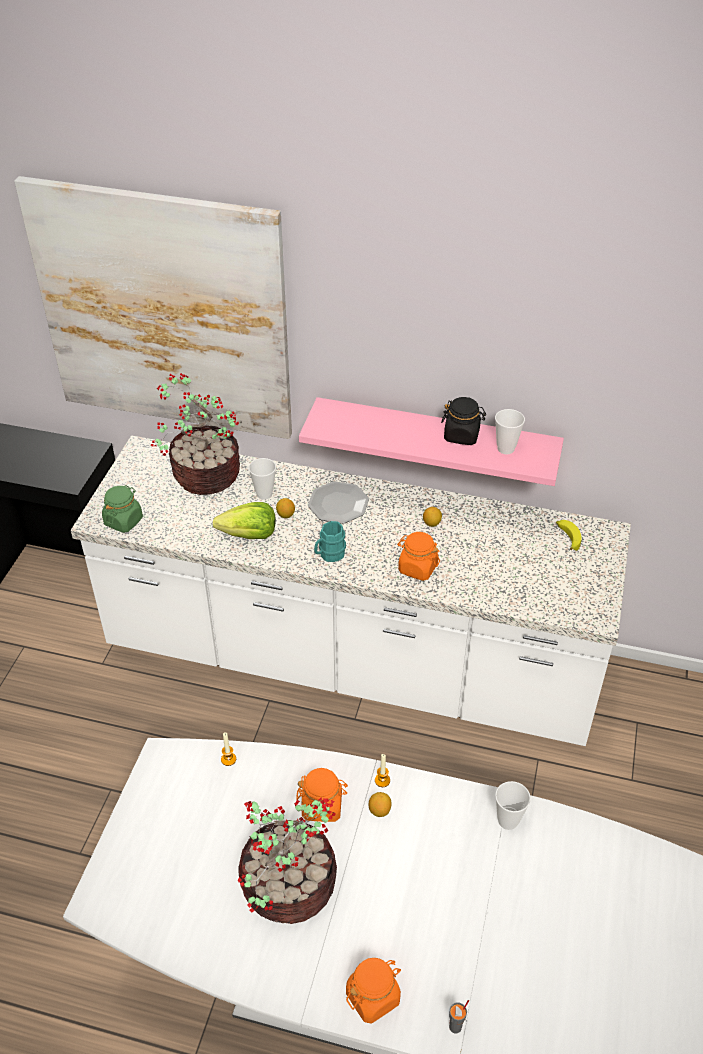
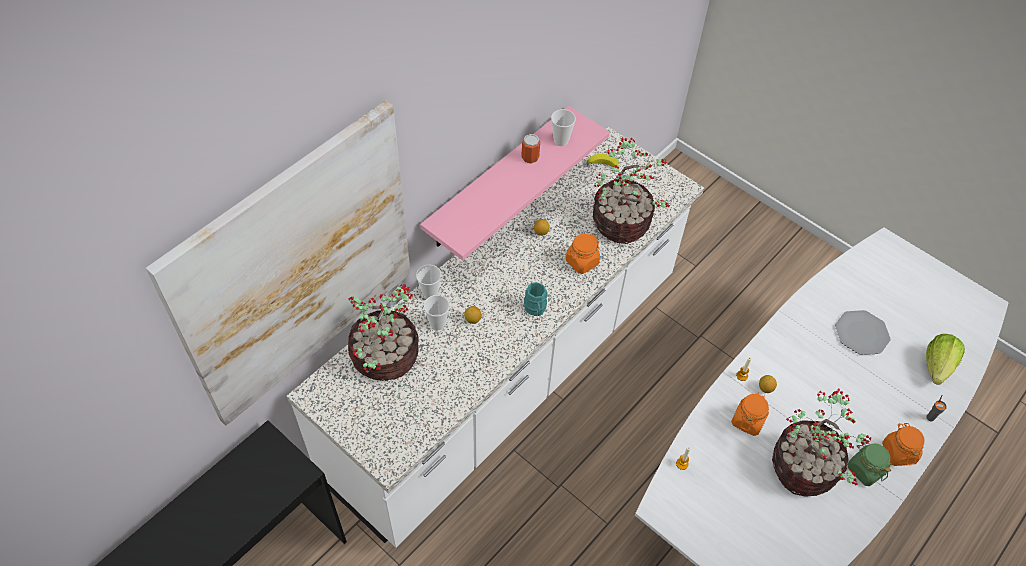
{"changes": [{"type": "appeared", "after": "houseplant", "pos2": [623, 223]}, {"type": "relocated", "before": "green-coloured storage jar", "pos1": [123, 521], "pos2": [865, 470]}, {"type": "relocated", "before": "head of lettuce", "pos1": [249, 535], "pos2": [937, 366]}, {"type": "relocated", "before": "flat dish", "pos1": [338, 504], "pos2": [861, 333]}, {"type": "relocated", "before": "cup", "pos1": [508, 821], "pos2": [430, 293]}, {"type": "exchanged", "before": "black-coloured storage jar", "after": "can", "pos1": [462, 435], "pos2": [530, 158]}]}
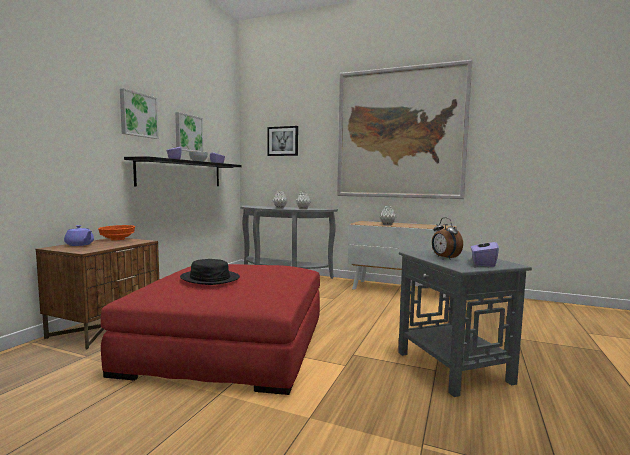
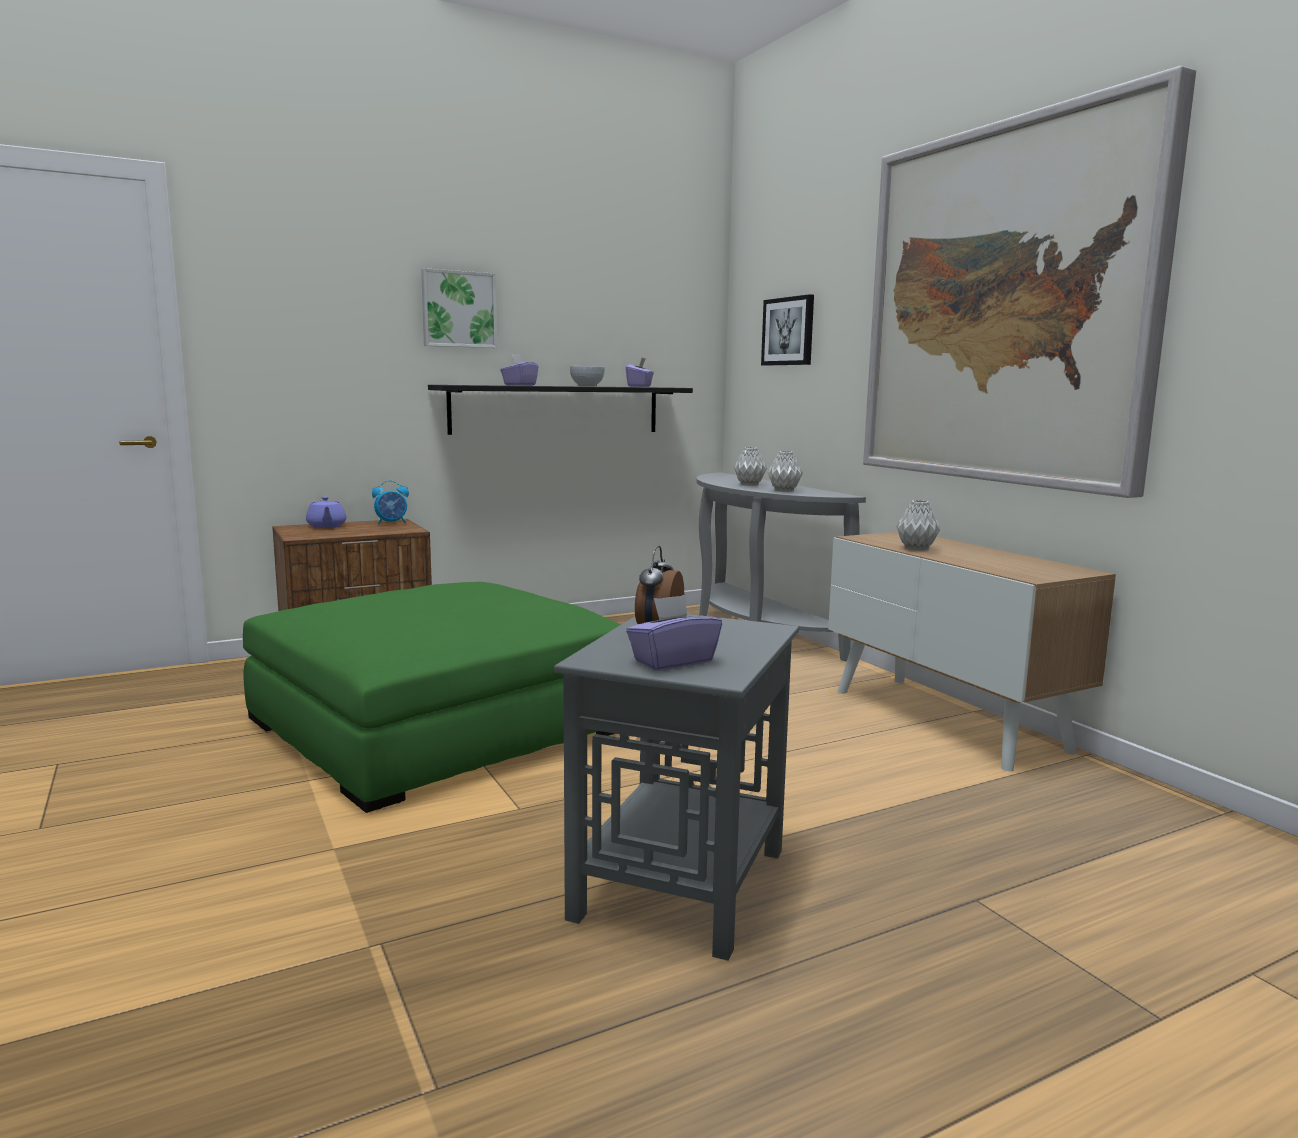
{"changes": [{"type": "missing", "before": "wall art", "pos1": [188, 133]}, {"type": "missing", "before": "black-coloured clothing hat", "pos1": [209, 278]}, {"type": "exchanged", "before": "orangey deep dish", "after": "bedside clock", "pos1": [117, 239], "pos2": [392, 523]}, {"type": "colour", "before": "red pouffe", "after": "green-coloured pouffe", "pos1": [230, 344], "pos2": [440, 725]}]}
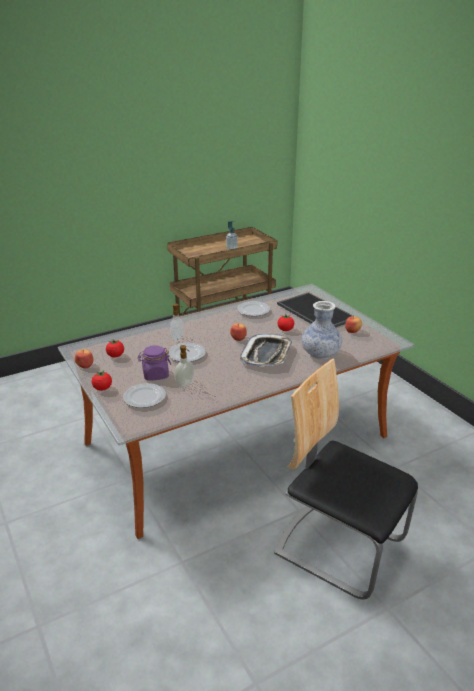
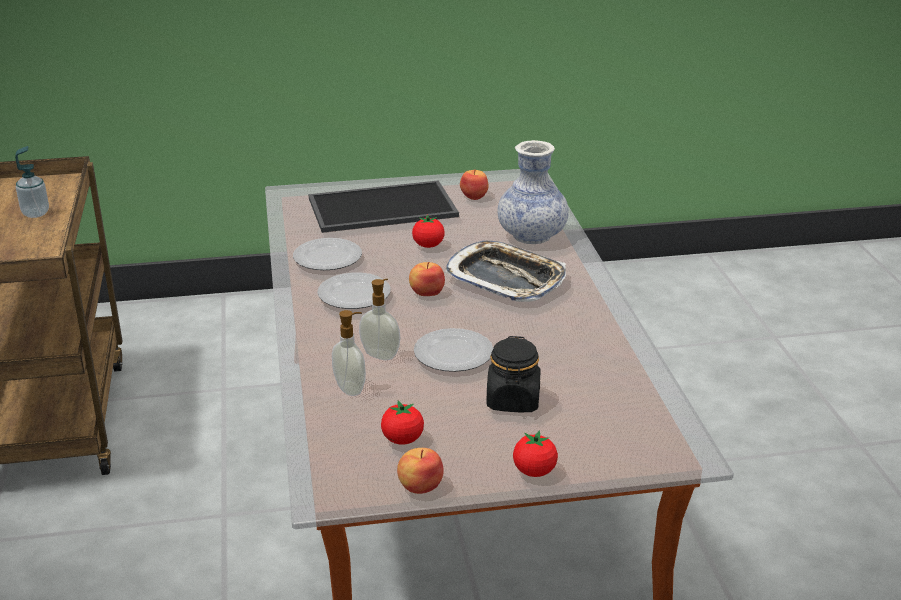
{"changes": [{"type": "missing", "before": "upright chair", "pos1": [340, 546]}, {"type": "relocated", "before": "flat dish", "pos1": [144, 398], "pos2": [355, 295]}, {"type": "relocated", "before": "soap dispenser", "pos1": [185, 384], "pos2": [351, 388]}, {"type": "colour", "before": "purple storage jar", "after": "black-coloured storage jar", "pos1": [155, 375], "pos2": [513, 400]}]}
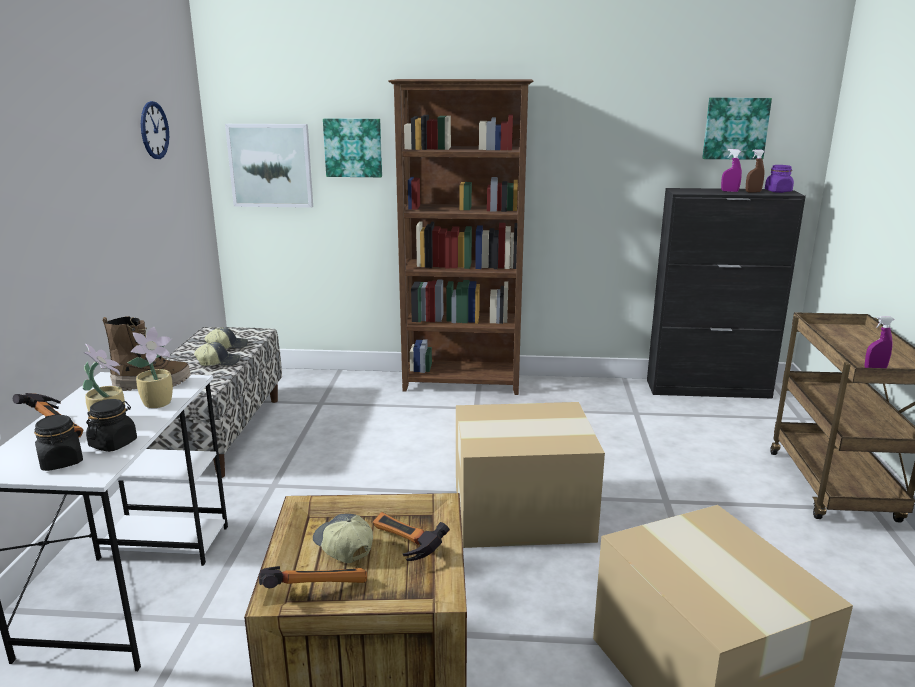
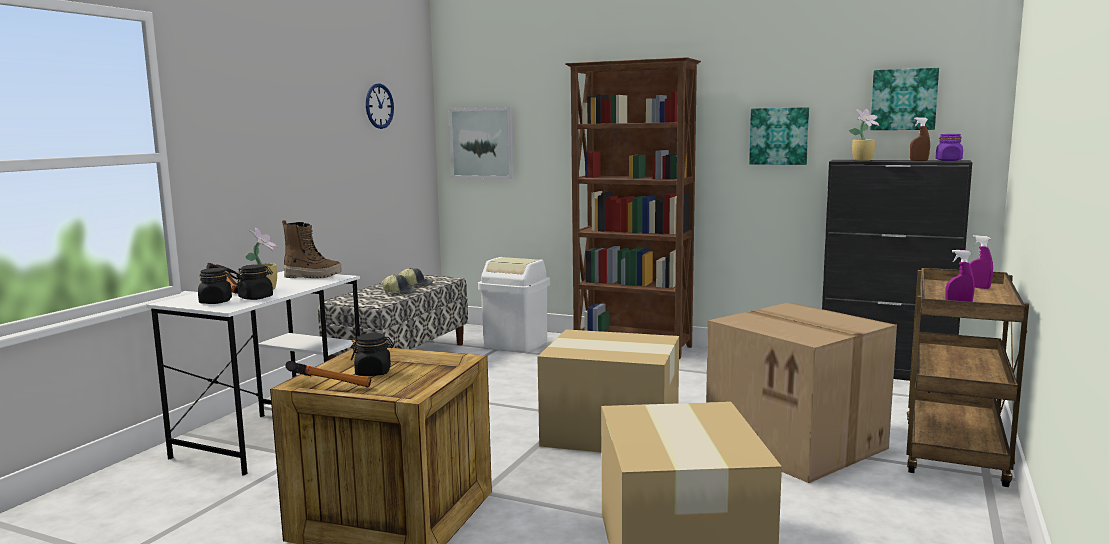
{"changes": [{"type": "missing", "before": "tool hammer", "pos1": [402, 548]}, {"type": "appeared", "after": "whitish trash can", "pos2": [516, 344]}, {"type": "appeared", "after": "packing box", "pos2": [798, 444]}, {"type": "relocated", "before": "houseplant", "pos1": [159, 403], "pos2": [863, 160]}, {"type": "relocated", "before": "wall art", "pos1": [353, 147], "pos2": [779, 136]}, {"type": "relocated", "before": "purple sprayer", "pos1": [729, 191], "pos2": [978, 287]}, {"type": "exchanged", "before": "cap", "after": "black-coloured storage jar", "pos1": [342, 546], "pos2": [373, 372]}]}
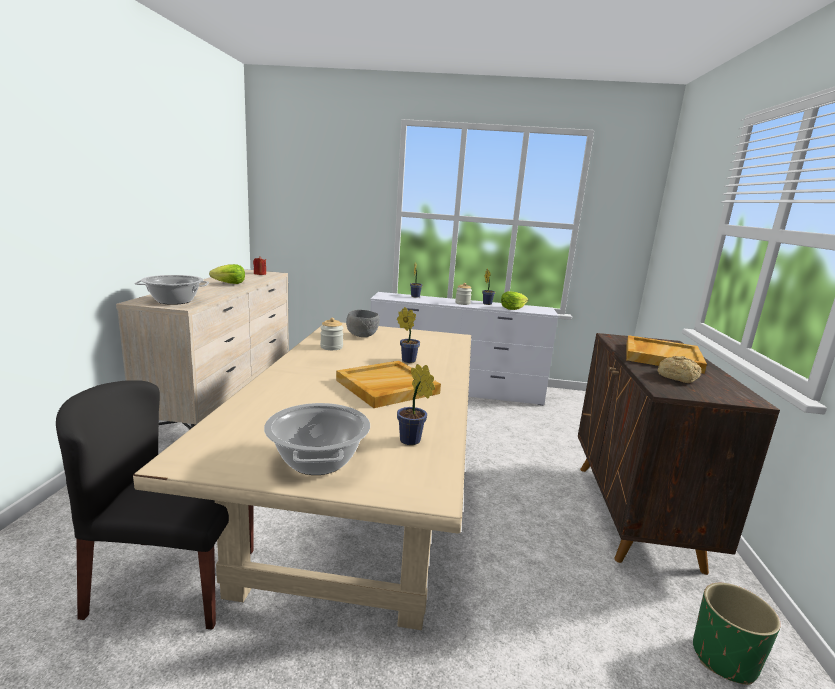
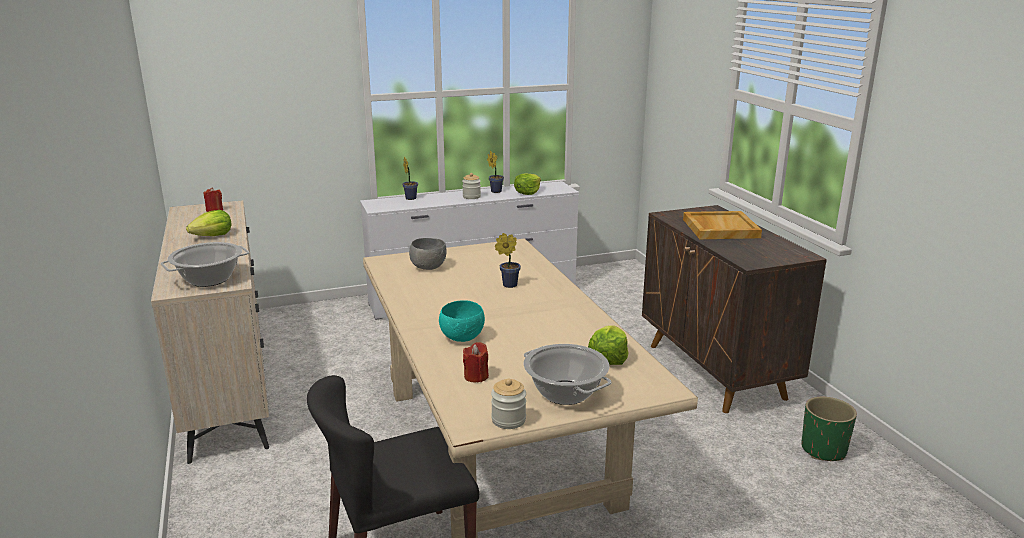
{"changes": [{"type": "missing", "before": "beige serving tray", "pos1": [387, 387]}, {"type": "missing", "before": "bakery bread", "pos1": [678, 377]}, {"type": "appeared", "after": "turquoise deep dish", "pos2": [463, 338]}, {"type": "appeared", "after": "red wax light", "pos2": [476, 376]}, {"type": "relocated", "before": "storage jar", "pos1": [331, 347], "pos2": [508, 420]}, {"type": "exchanged", "before": "houseplant", "after": "head of lettuce", "pos1": [412, 441], "pos2": [608, 358]}]}
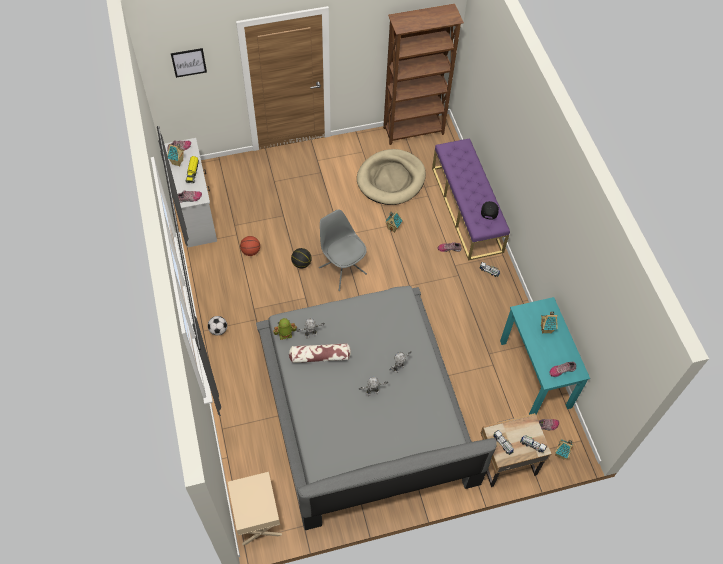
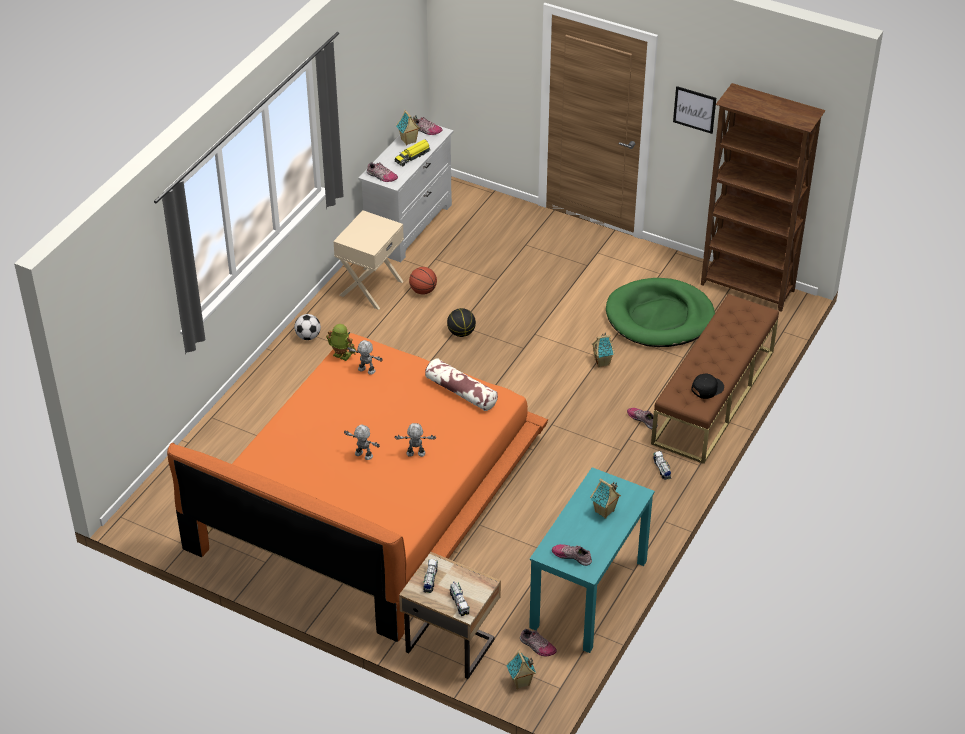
{"changes": [{"type": "missing", "before": "gray upright chair", "pos1": [342, 270]}, {"type": "relocated", "before": "wall art", "pos1": [189, 62], "pos2": [694, 109]}, {"type": "relocated", "before": "beige night table", "pos1": [257, 519], "pos2": [370, 288]}, {"type": "relocated", "before": "pillow", "pos1": [319, 356], "pos2": [461, 392]}, {"type": "colour", "before": "gray sleeping bed", "after": "orangey sleeping bed", "pos1": [365, 406], "pos2": [368, 494]}, {"type": "colour", "before": "beige dog bed", "after": "green-coloured dog bed", "pos1": [391, 179], "pos2": [659, 317]}, {"type": "colour", "before": "purple long seat", "after": "brown long seat", "pos1": [467, 209], "pos2": [713, 397]}]}
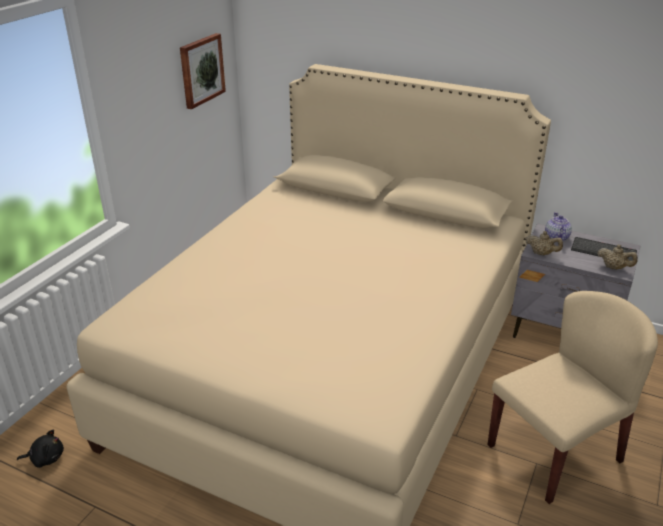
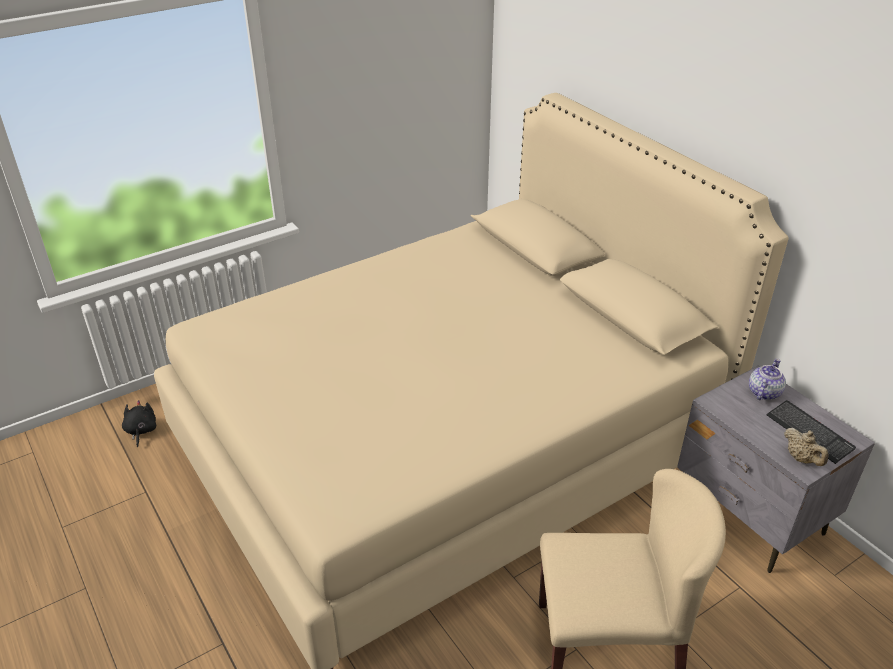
{"changes": [{"type": "missing", "before": "wall art", "pos1": [201, 70]}, {"type": "missing", "before": "beige teapot", "pos1": [541, 253]}, {"type": "spun", "before": "black-coloured plush toy", "pos1": [46, 458], "pos2": [141, 431], "turn": -120}]}
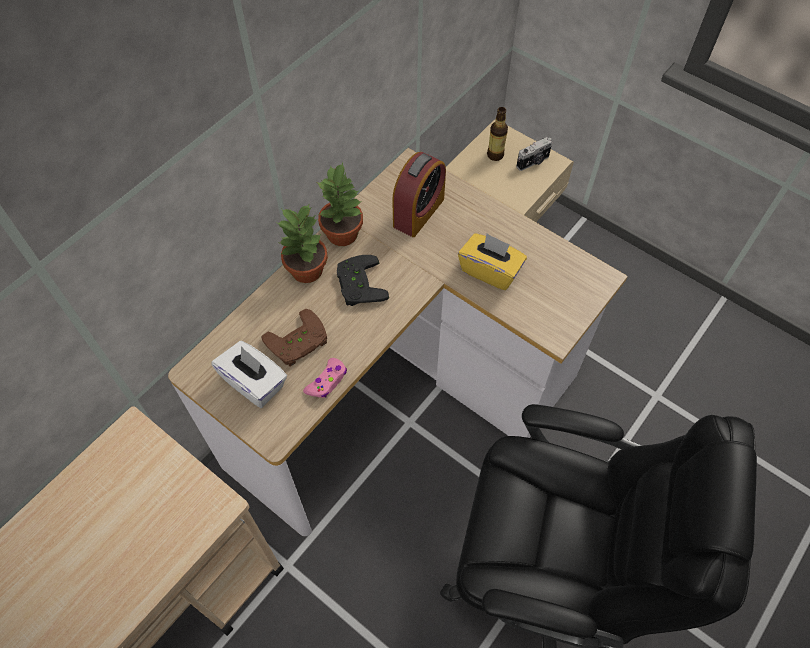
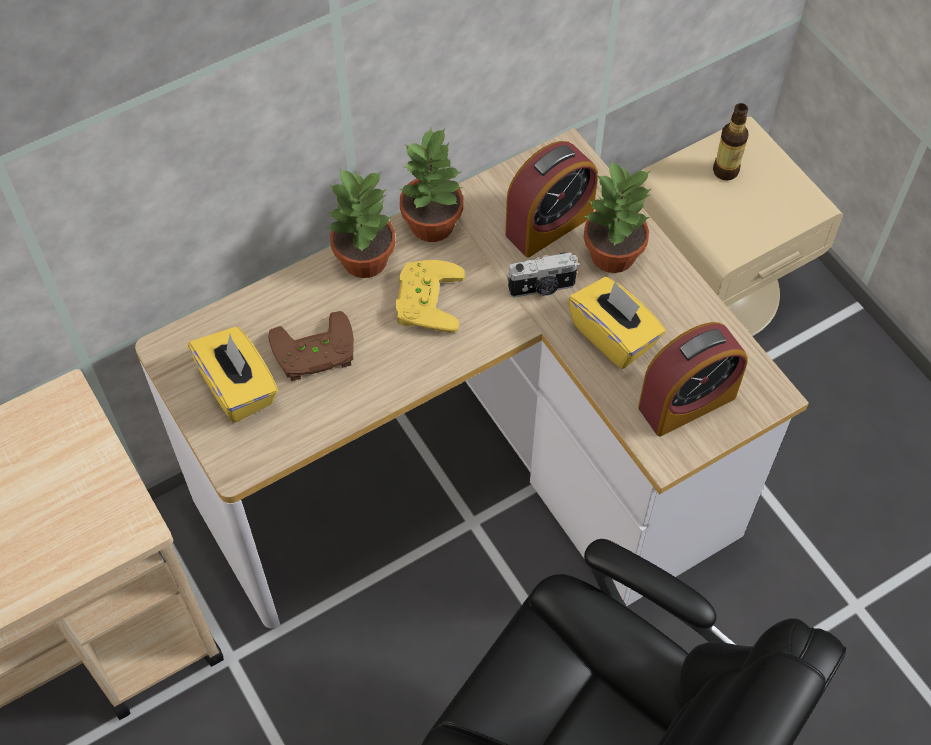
{"changes": [{"type": "missing", "before": "pink gamepad", "pos1": [327, 381]}, {"type": "appeared", "after": "houseplant", "pos2": [613, 256]}, {"type": "appeared", "after": "bedside clock", "pos2": [687, 402]}, {"type": "relocated", "before": "photo camera", "pos1": [533, 162], "pos2": [542, 288]}, {"type": "colour", "before": "whitish tissue box", "after": "yellowish tissue box", "pos1": [254, 383], "pos2": [238, 388]}, {"type": "colour", "before": "black-coloured gamepad", "after": "yellowish gamepad", "pos1": [357, 284], "pos2": [424, 299]}]}
